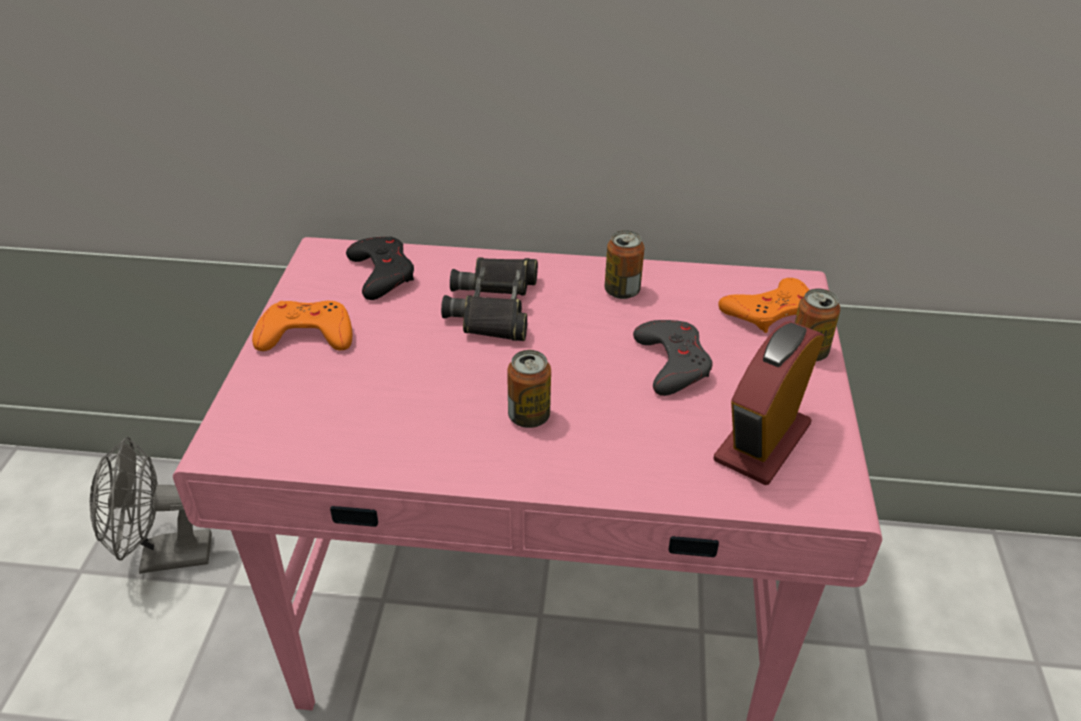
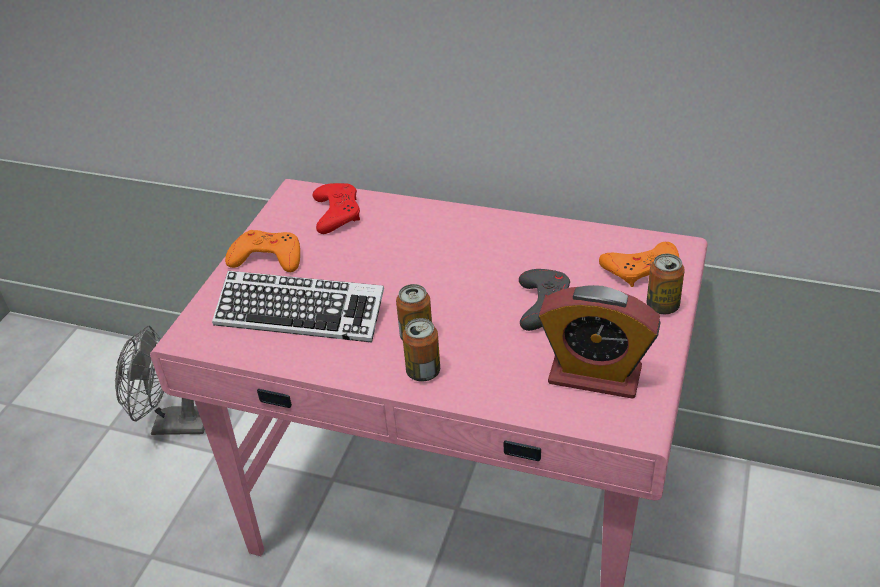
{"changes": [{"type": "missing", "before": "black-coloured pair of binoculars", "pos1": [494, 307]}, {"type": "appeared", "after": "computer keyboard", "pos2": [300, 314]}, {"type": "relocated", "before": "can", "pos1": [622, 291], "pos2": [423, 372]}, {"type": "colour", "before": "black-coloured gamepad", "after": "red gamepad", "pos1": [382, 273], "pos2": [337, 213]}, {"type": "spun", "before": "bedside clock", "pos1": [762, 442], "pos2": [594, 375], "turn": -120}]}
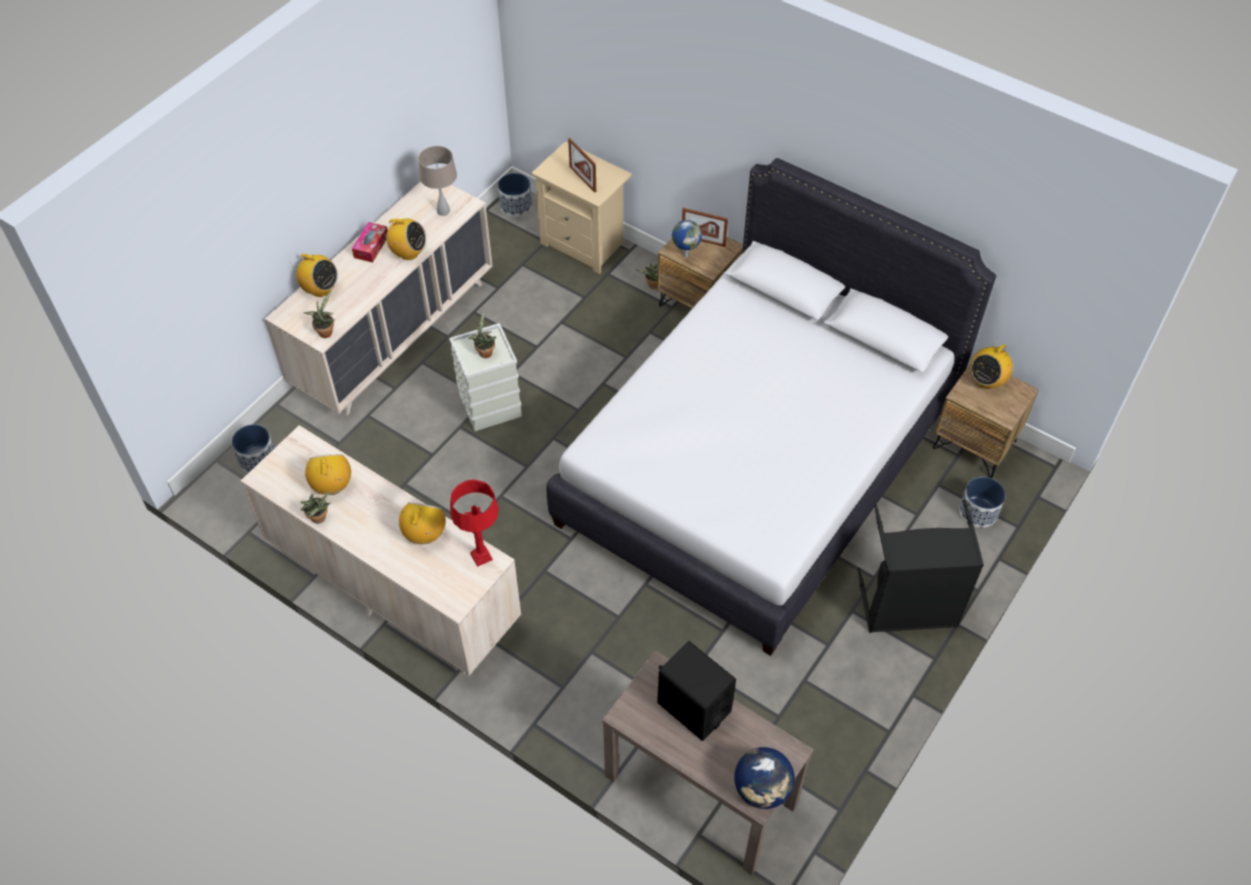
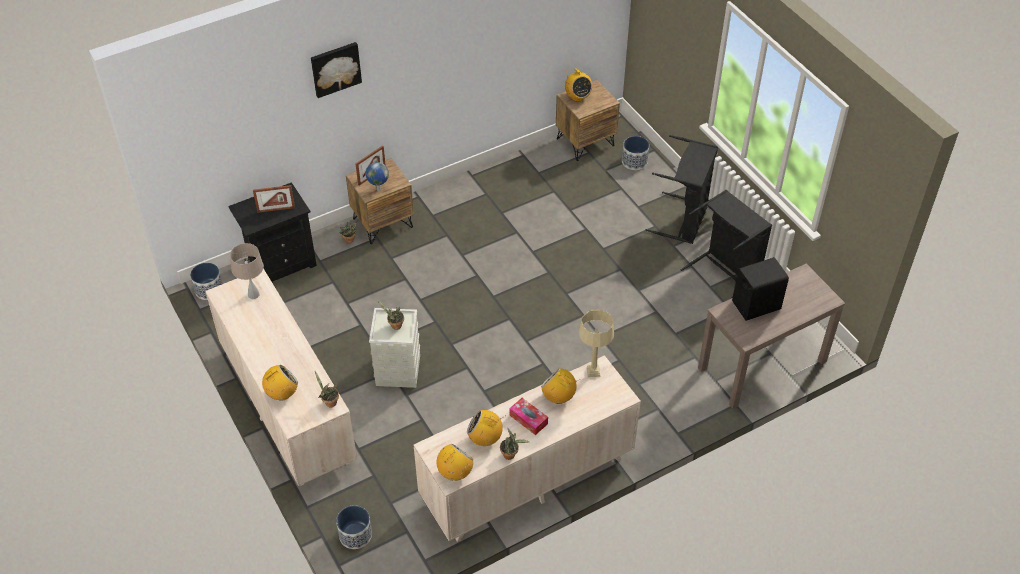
{"changes": [{"type": "missing", "before": "whitish sleeping bed", "pos1": [756, 464]}, {"type": "missing", "before": "world globe", "pos1": [762, 789]}, {"type": "appeared", "after": "wall art", "pos2": [335, 68]}, {"type": "appeared", "after": "black-coloured laundry basket", "pos2": [725, 273]}, {"type": "relocated", "before": "tissue box", "pos1": [371, 246], "pos2": [528, 419]}, {"type": "relocated", "before": "radio", "pos1": [408, 253], "pos2": [455, 473]}, {"type": "colour", "before": "red lamp for a table", "after": "beige lamp for a table", "pos1": [482, 556], "pos2": [593, 371]}, {"type": "colour", "before": "beige night table", "after": "black-coloured night table", "pos1": [585, 244], "pos2": [280, 263]}]}
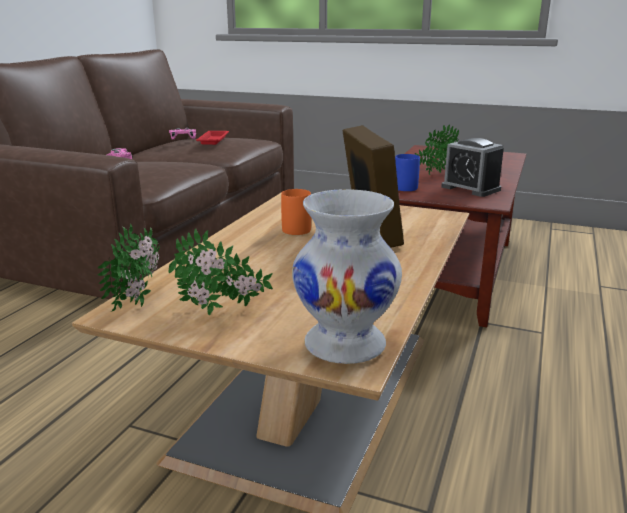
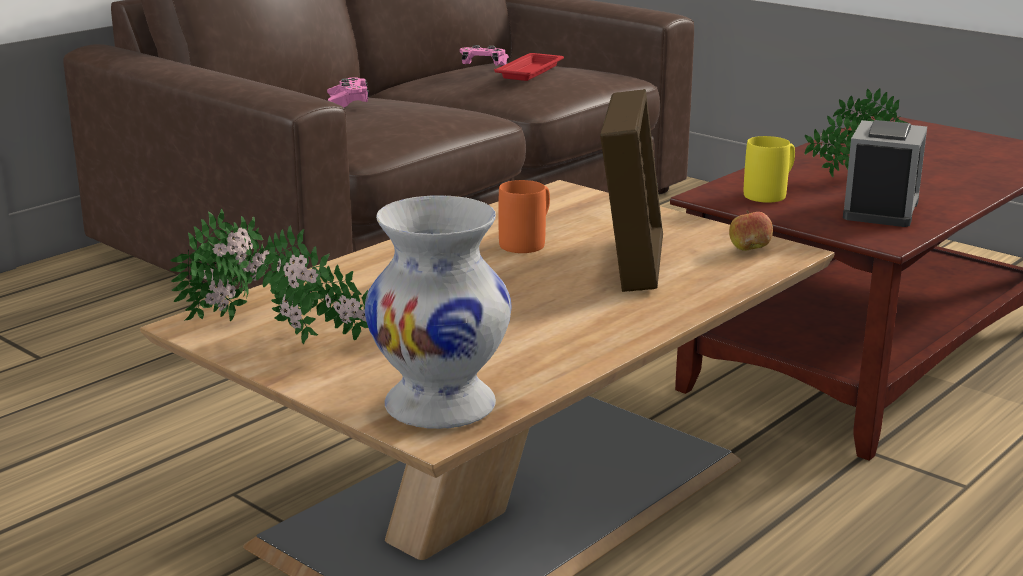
{"changes": [{"type": "appeared", "after": "whole apple", "pos2": [749, 250]}, {"type": "colour", "before": "blue-coloured coffee mug", "after": "yellowish coffee mug", "pos1": [407, 186], "pos2": [771, 194]}, {"type": "spun", "before": "bedside clock", "pos1": [470, 188], "pos2": [881, 209], "turn": -135}]}
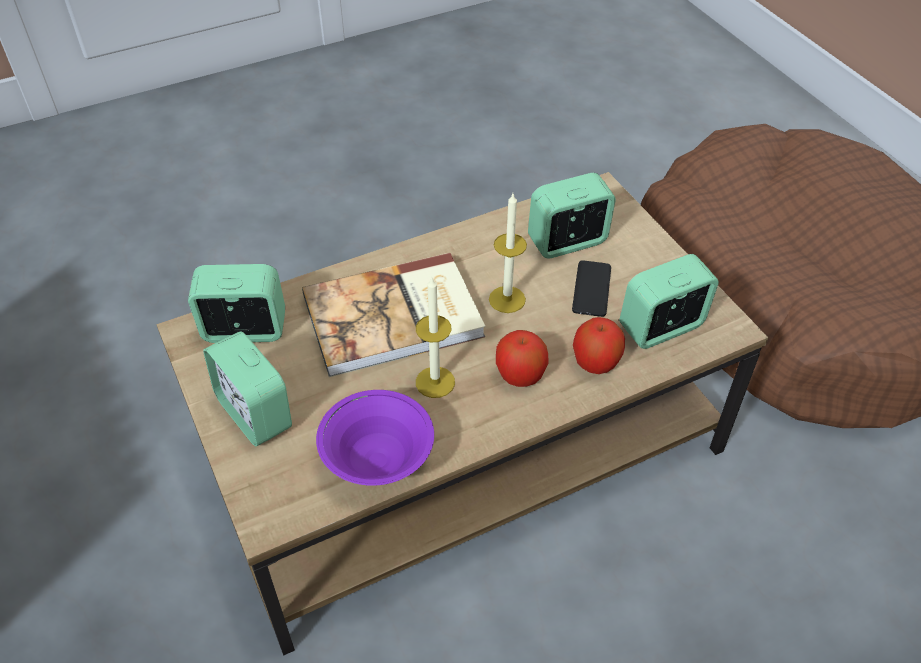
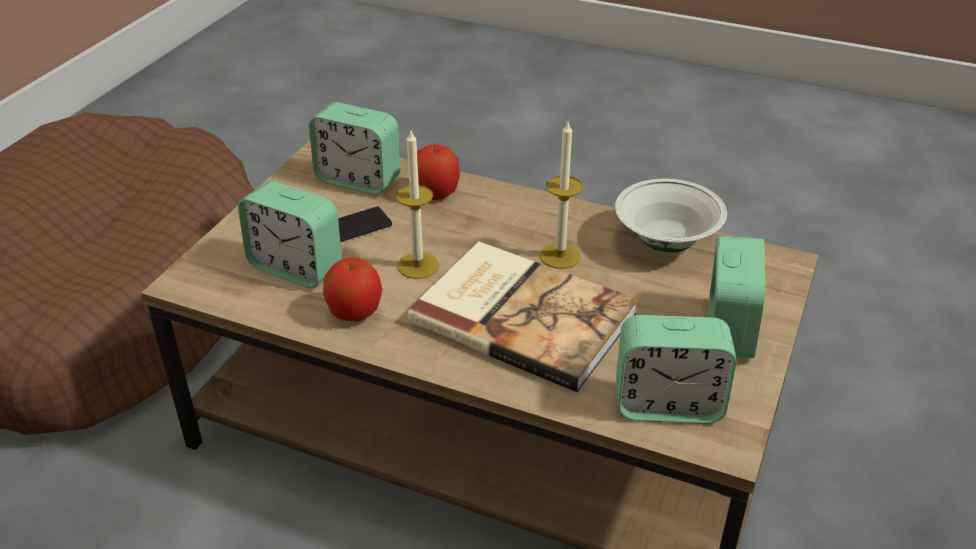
{"changes": [{"type": "relocated", "before": "whole apple", "pos1": [520, 375], "pos2": [355, 312]}, {"type": "colour", "before": "purple deep dish", "after": "whitish deep dish", "pos1": [378, 461], "pos2": [666, 243]}, {"type": "spun", "before": "bedside clock", "pos1": [245, 330], "pos2": [668, 404], "turn": -45}]}
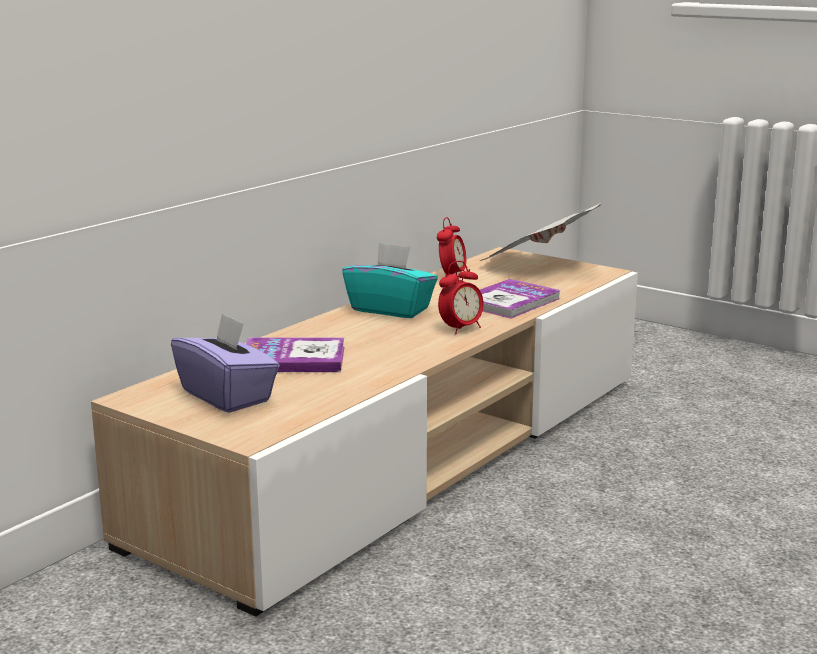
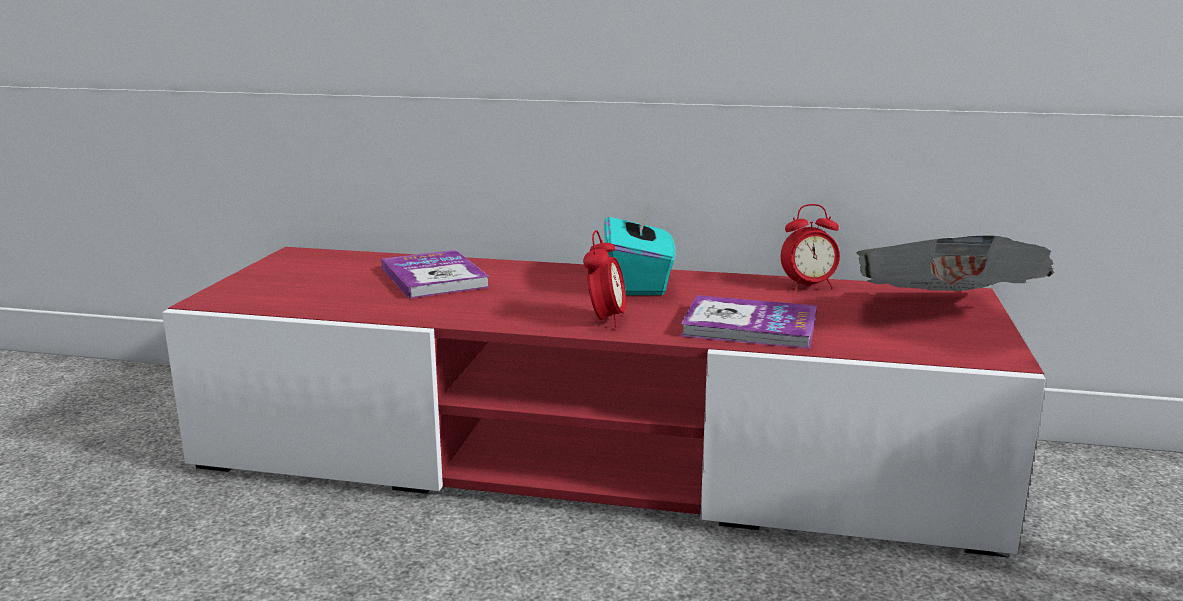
{"changes": [{"type": "missing", "before": "purple tissue box", "pos1": [227, 396]}, {"type": "colour", "before": "beige tv unit", "after": "red tv unit", "pos1": [408, 454], "pos2": [591, 457]}, {"type": "spun", "before": "bedside clock", "pos1": [461, 329], "pos2": [605, 320], "turn": -105}]}
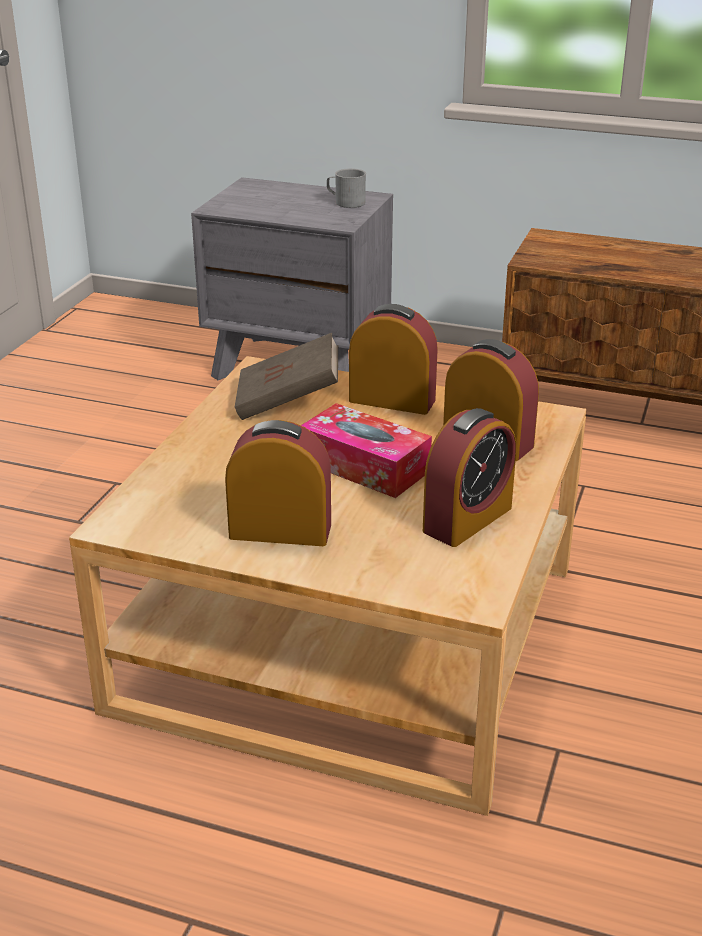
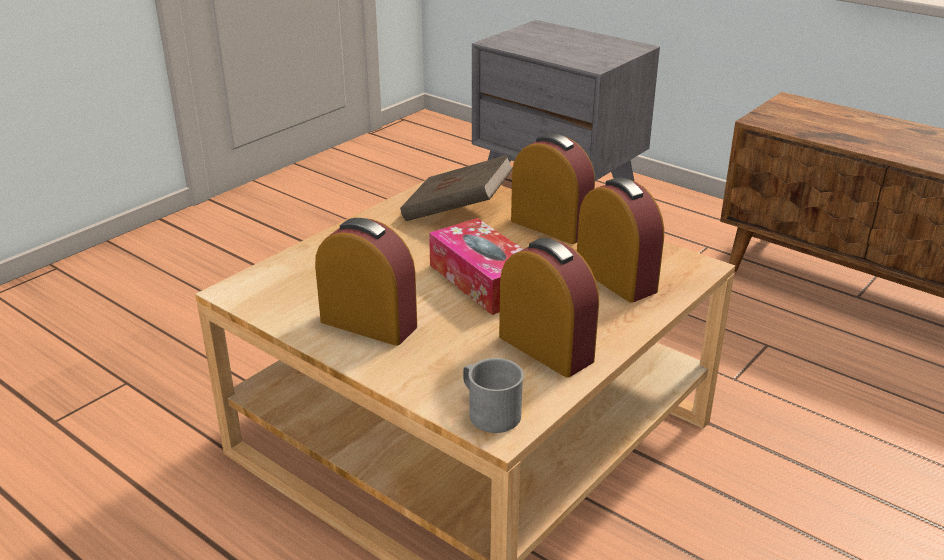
{"changes": [{"type": "relocated", "before": "gray coffee mug", "pos1": [345, 202], "pos2": [489, 412]}, {"type": "spun", "before": "bedside clock", "pos1": [467, 519], "pos2": [545, 348], "turn": -105}]}
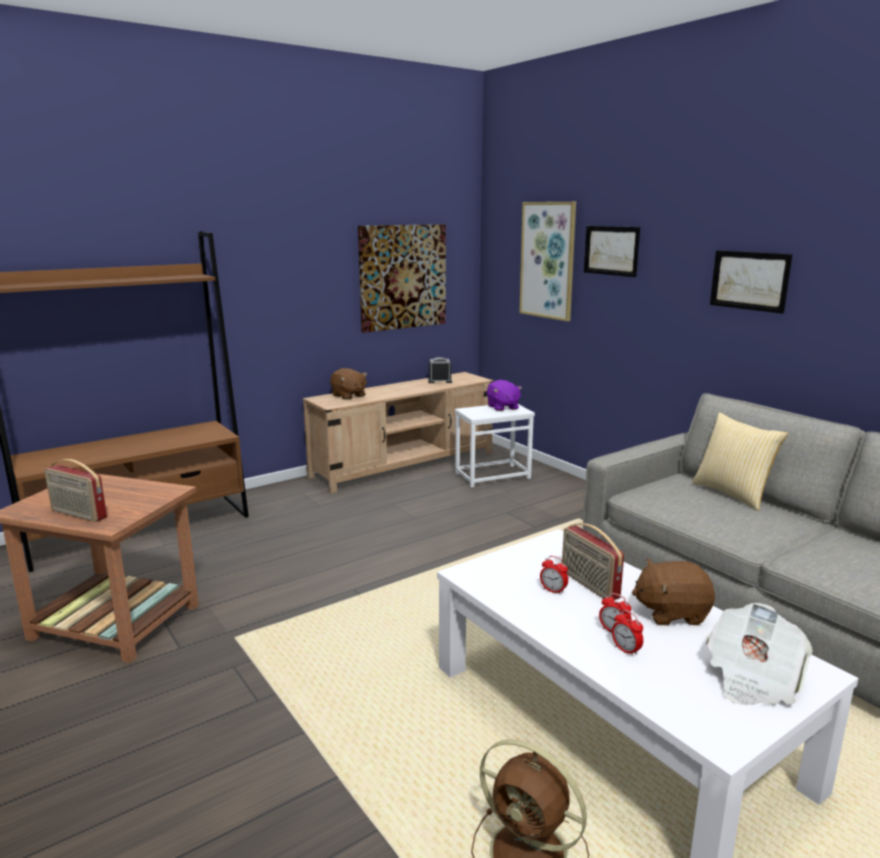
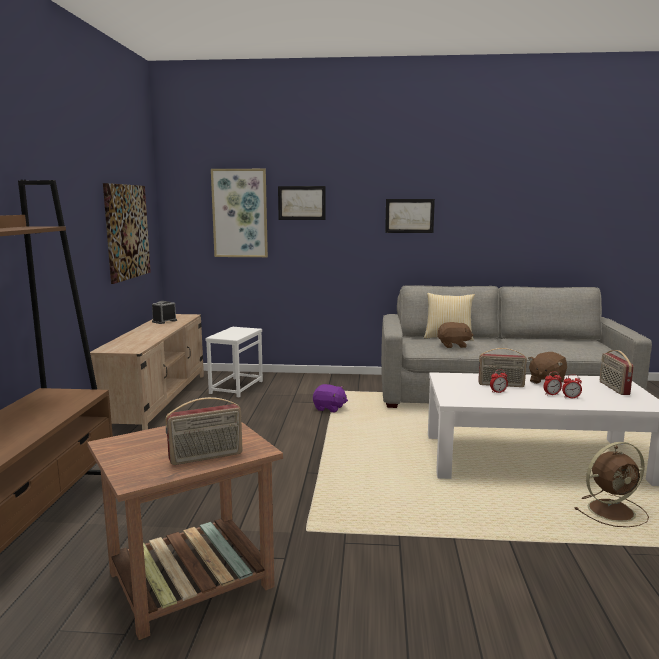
{"changes": [{"type": "relocated", "before": "brown plush toy", "pos1": [348, 396], "pos2": [453, 345]}, {"type": "relocated", "before": "purple plush toy", "pos1": [502, 407], "pos2": [329, 408]}, {"type": "exchanged", "before": "newspaper", "after": "radio", "pos1": [752, 678], "pos2": [613, 388]}]}
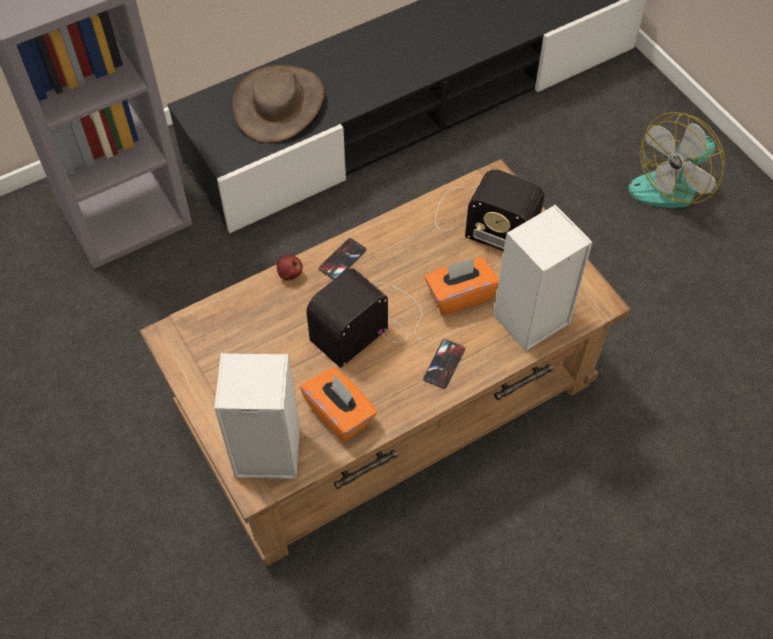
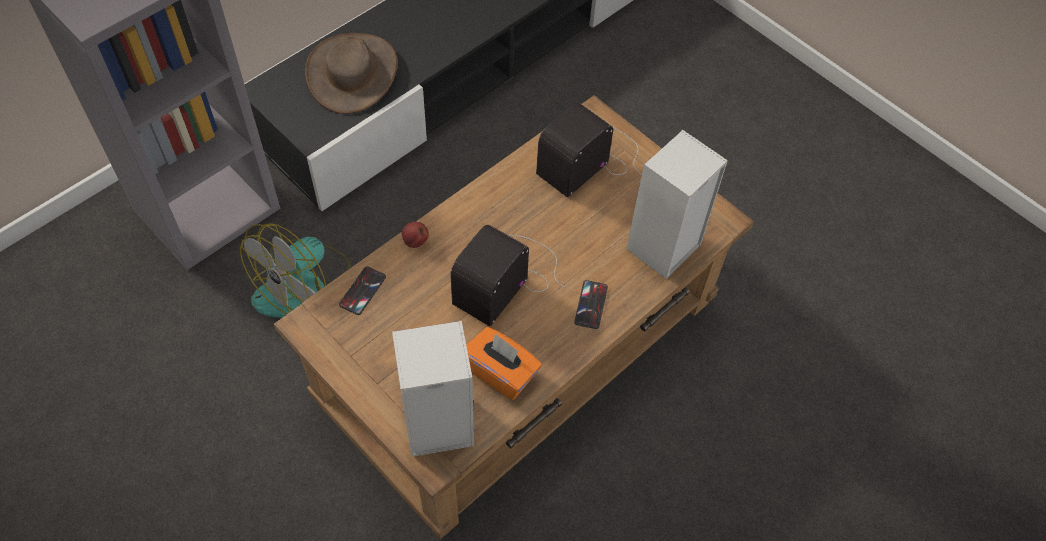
{"changes": [{"type": "missing", "before": "orangey tissue box", "pos1": [459, 295]}, {"type": "relocated", "before": "phone", "pos1": [342, 259], "pos2": [362, 291]}, {"type": "relocated", "before": "cooling fan", "pos1": [673, 183], "pos2": [303, 285]}, {"type": "spun", "before": "radio", "pos1": [482, 220], "pos2": [591, 158], "turn": 120}]}
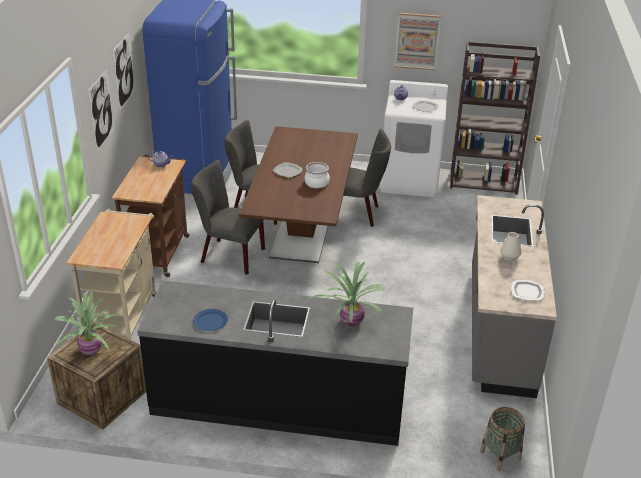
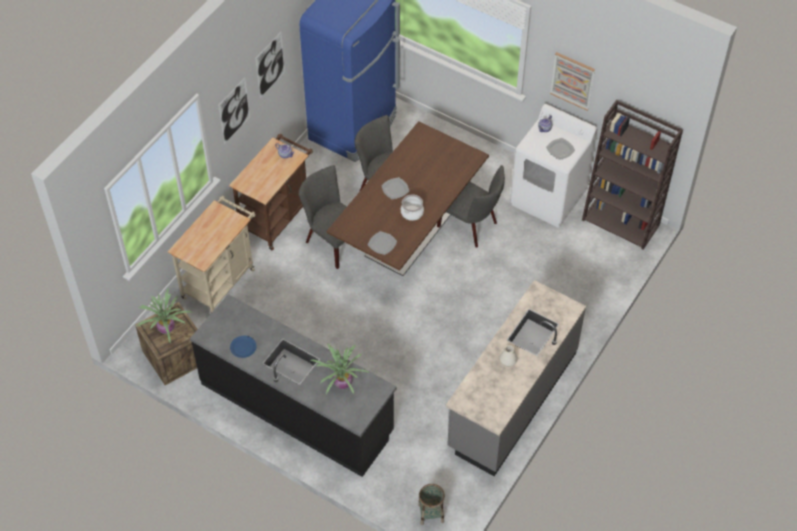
{"changes": [{"type": "relocated", "before": "flat dish", "pos1": [527, 291], "pos2": [382, 243]}]}
